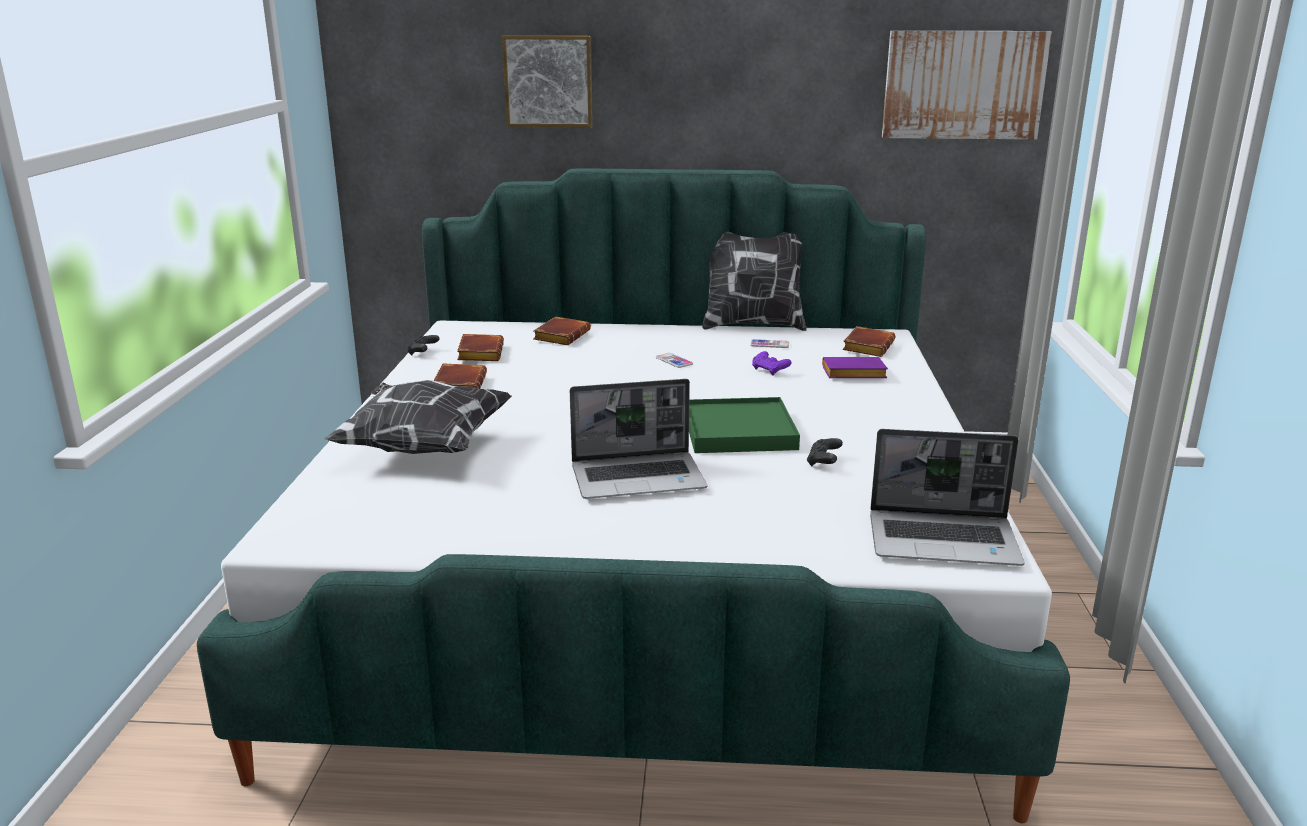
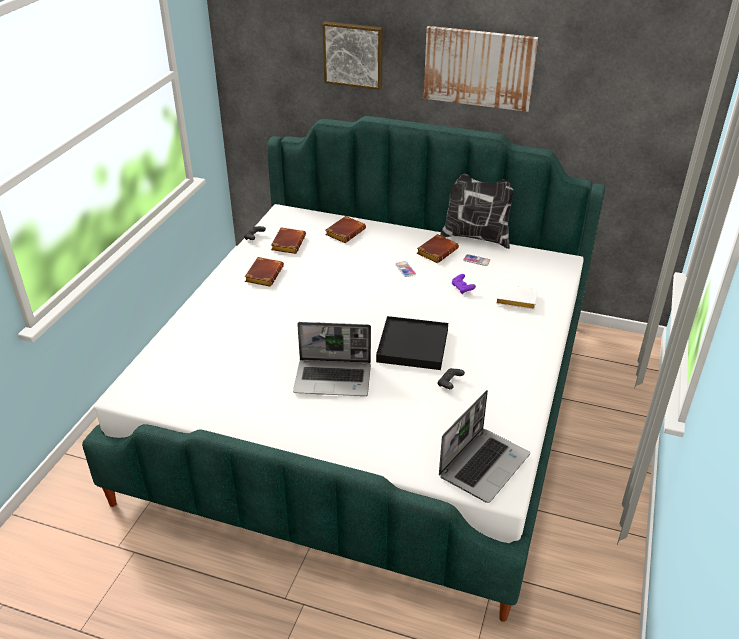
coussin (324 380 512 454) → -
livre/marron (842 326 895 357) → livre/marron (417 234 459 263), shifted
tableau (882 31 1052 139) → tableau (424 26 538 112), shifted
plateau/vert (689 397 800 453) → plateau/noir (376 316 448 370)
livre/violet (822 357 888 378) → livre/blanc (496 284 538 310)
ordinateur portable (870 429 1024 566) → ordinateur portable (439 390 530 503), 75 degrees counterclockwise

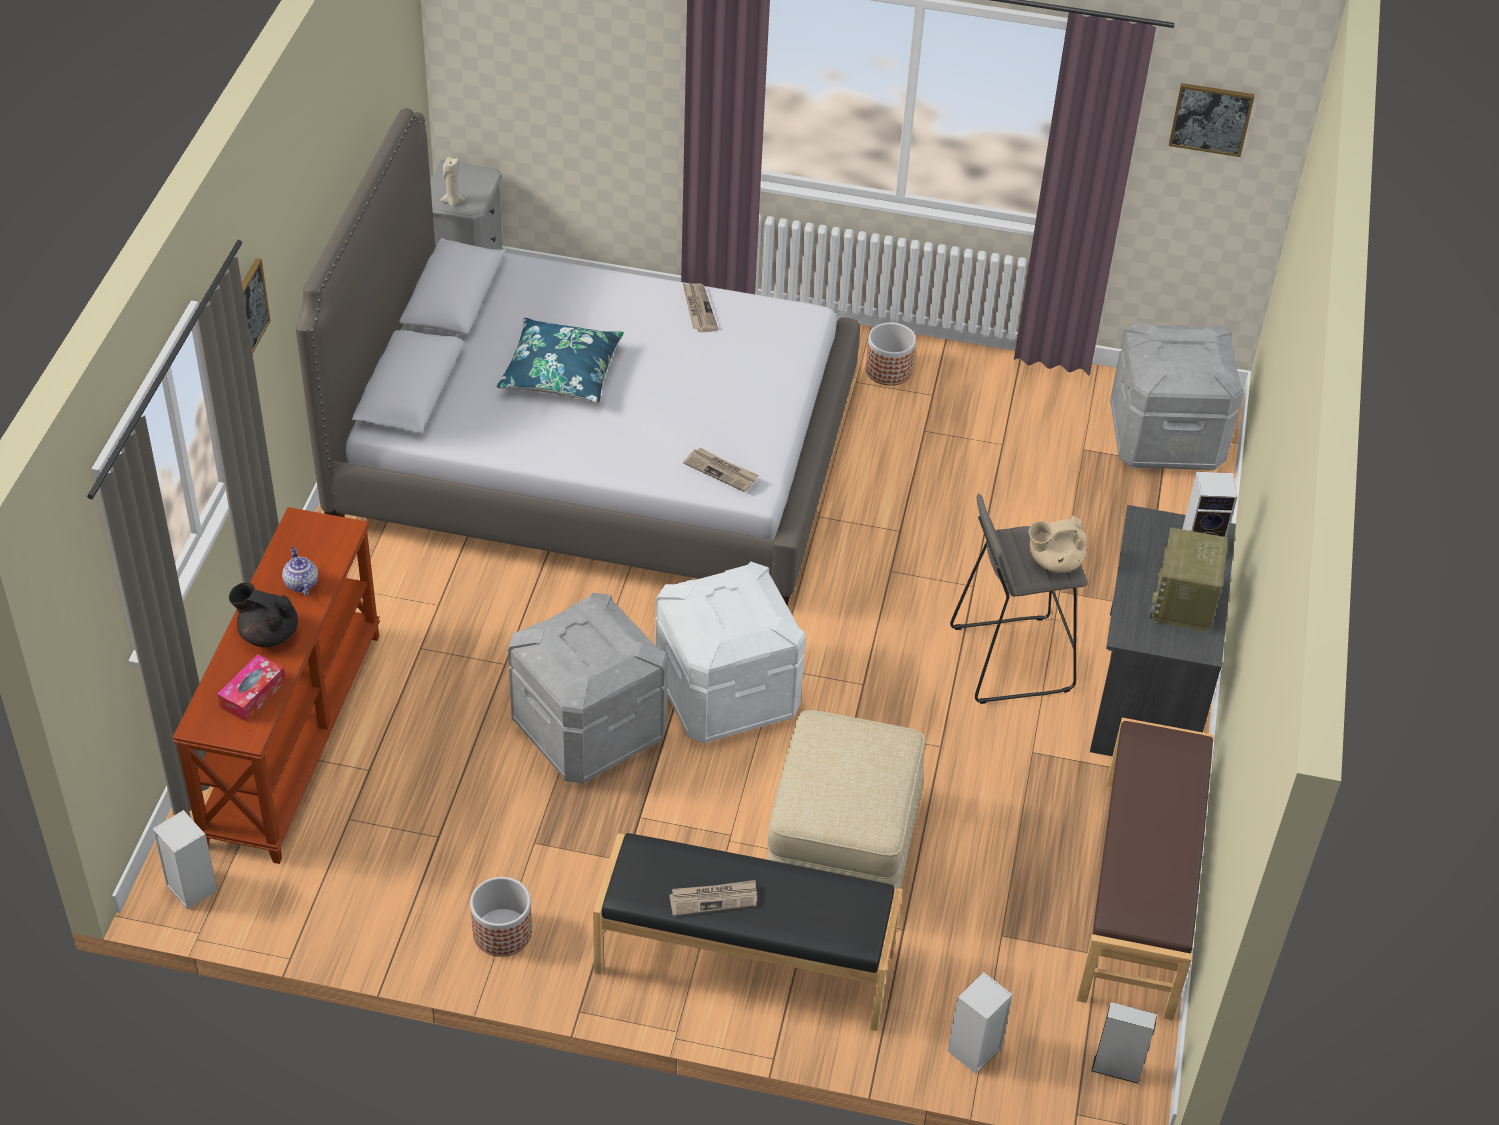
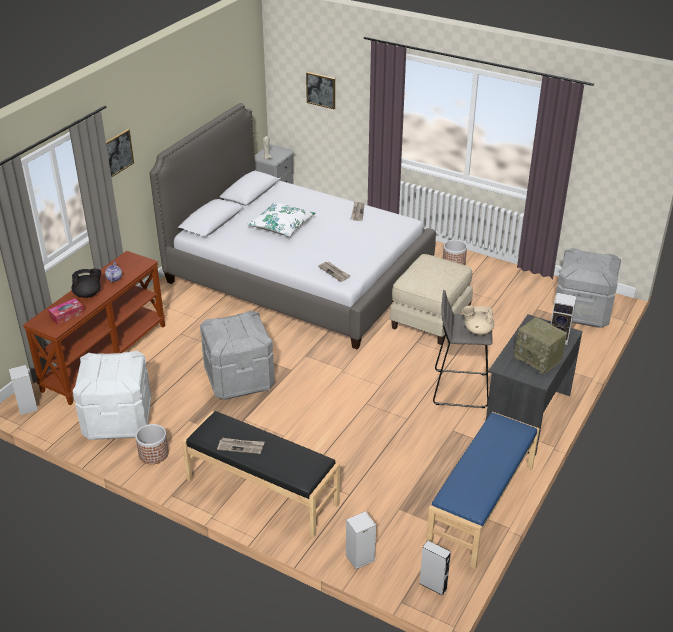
boîte de rangement/blanc (655 562 806 744) → boîte de rangement/blanc (73 351 151 440), shifted
pouf/beige (767 710 925 892) → pouf/beige (389 254 473 345), shifted
tableau (1169 83 1255 157) → tableau (306 72 335 109), shifted
coussin/bleu (497 318 624 403) → coussin/blanc (247 202 316 237)
banc/marron (1076 718 1214 1020) → banc/bleu (426 412 539 569)
théière/noir (229 582 298 647) → théière/noir (71 268 101 298), 120 degrees clockwise
radio (1147 527 1228 632) → radio (514 317 567 374), 75 degrees counterclockwise

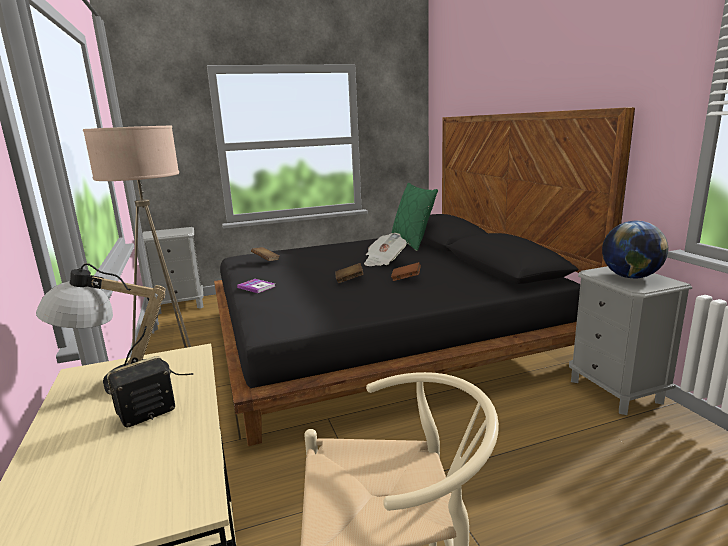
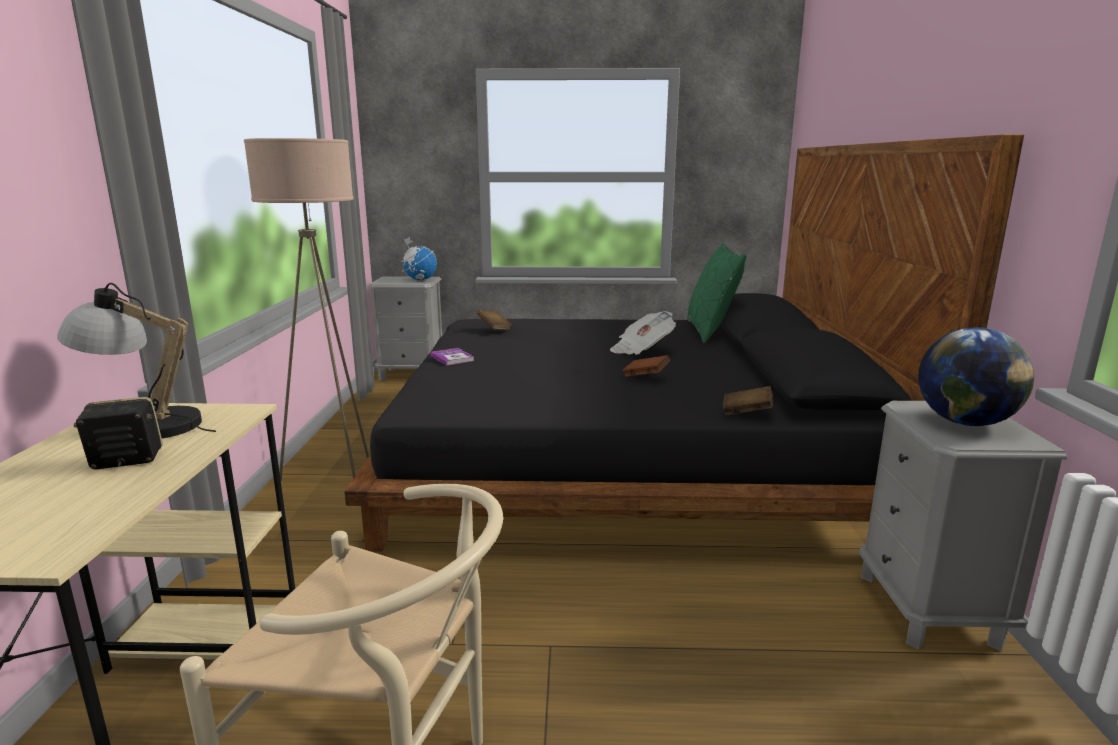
- → globe (401 237 437 280)
livre/marron (335 263 363 283) → livre/marron (723 386 773 415), shifted

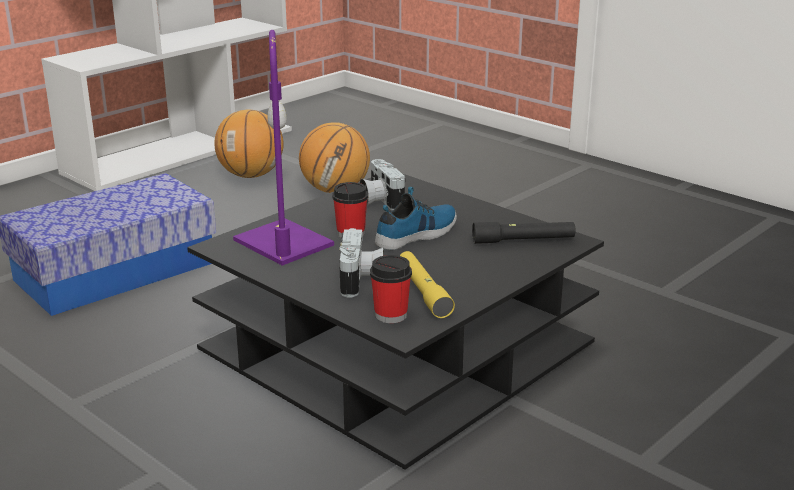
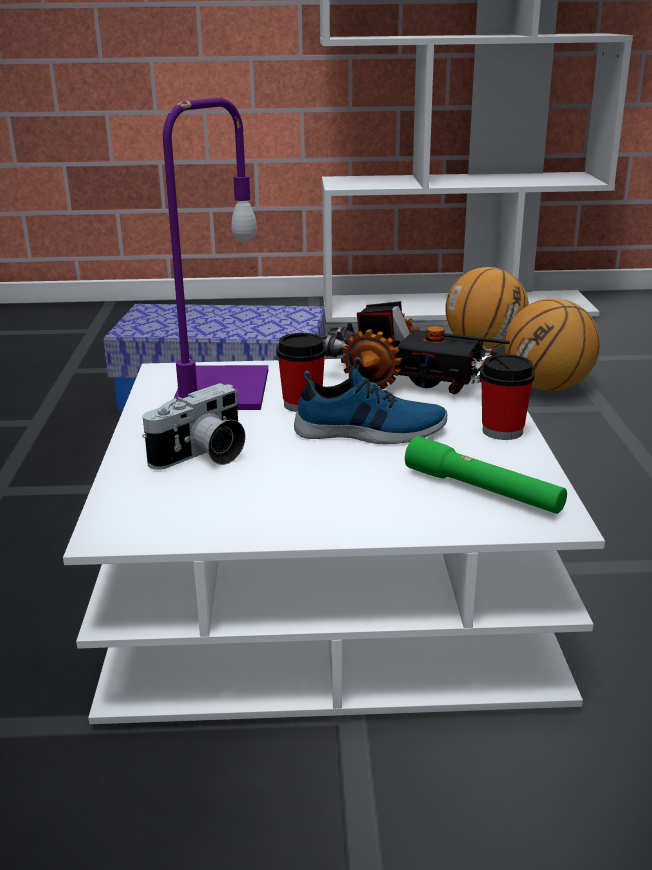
lampe de poche/jaune (400 251 455 318) → -
tasse (370 255 412 323) → tasse (480 354 535 440), shifted
appareil photo (359 159 406 211) → camion jouet (321 301 510 395)
table basse/noir (187 174 604 470) → table basse/blanc (63 355 605 724)
lampe de poche/noir (472 222 576 244) → lampe de poche/vert (405 436 567 514)

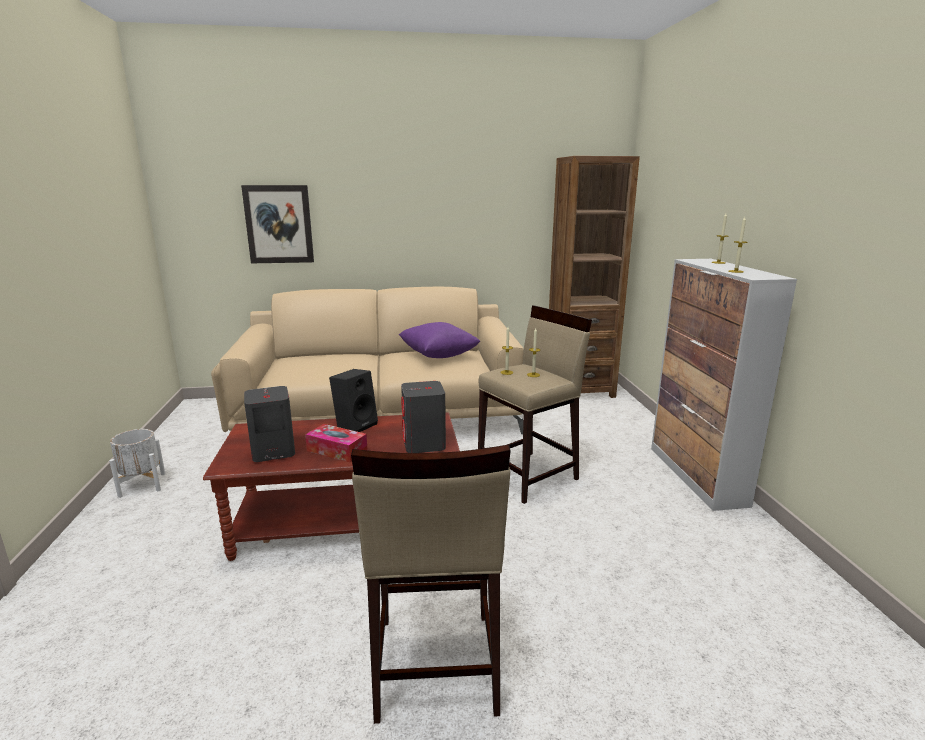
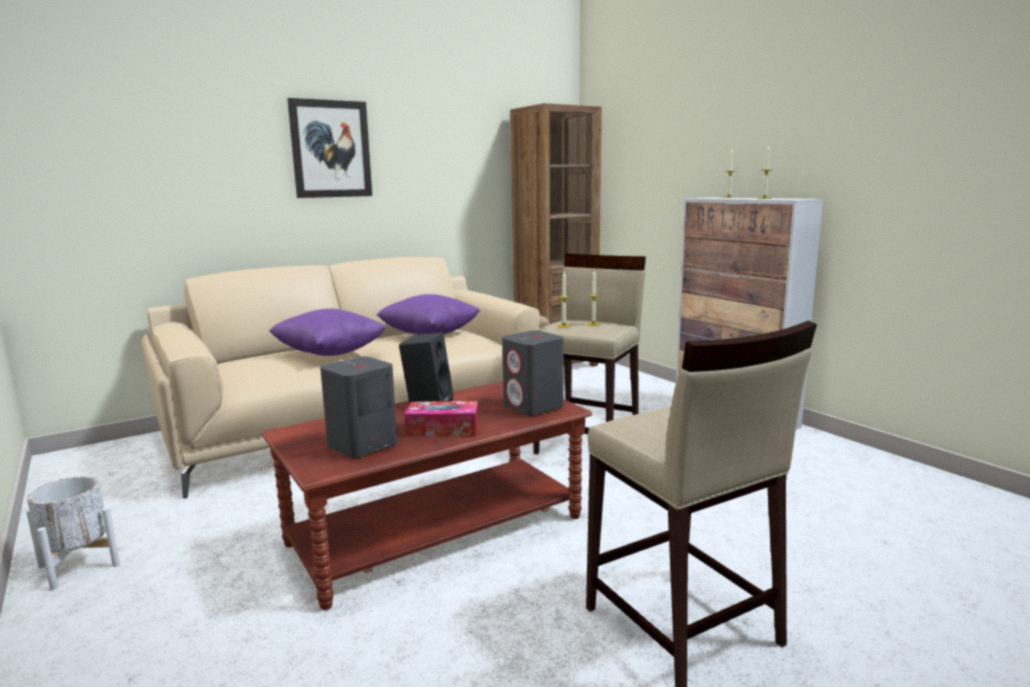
- → coussin/violet (269 308 387 356)
tableau (241 185 314 263) → tableau (287 98 372 198), shifted

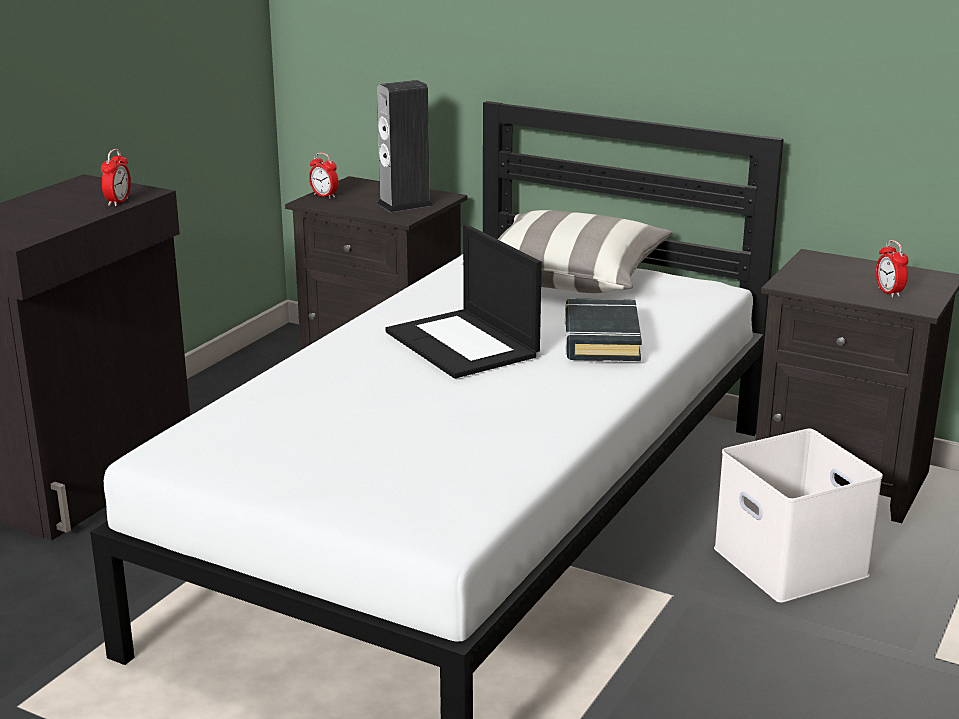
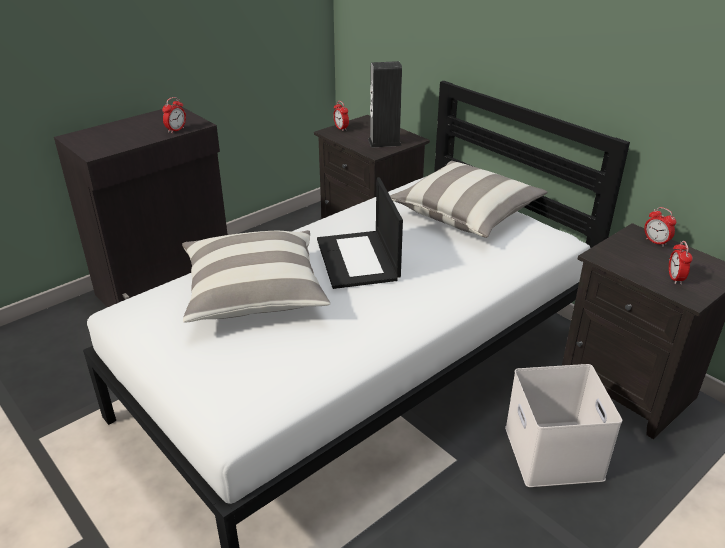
livre/noir (565 299 642 361) → -
- → coussin (182 230 330 323)
- → réveil (644 207 676 247)

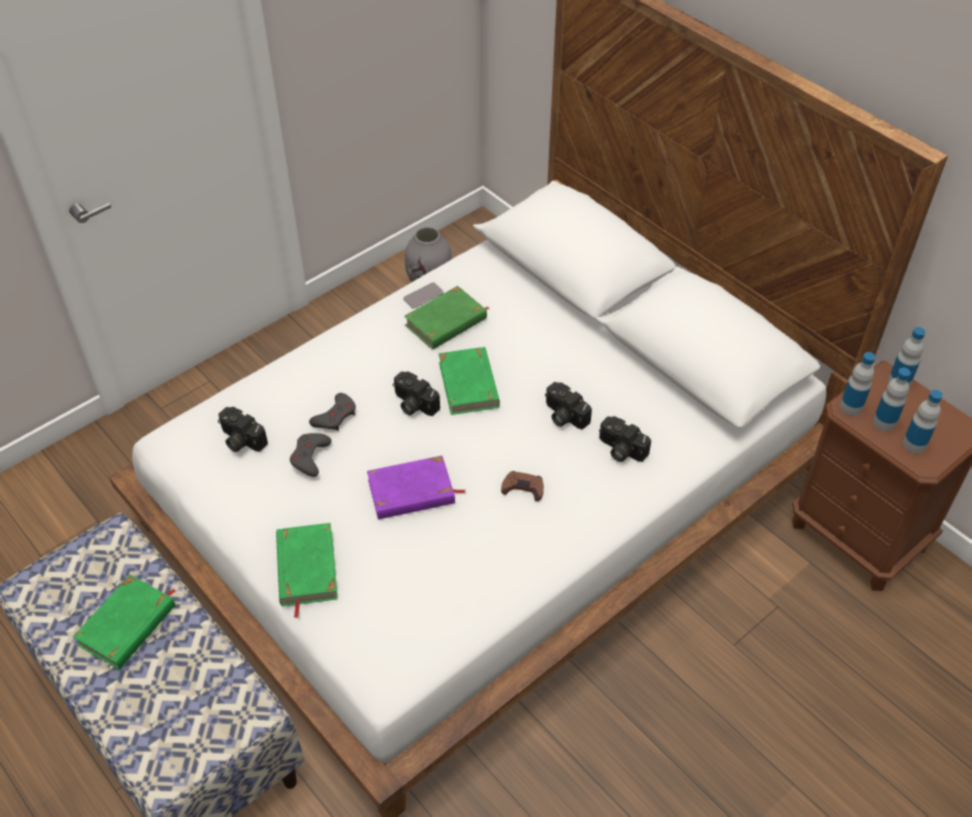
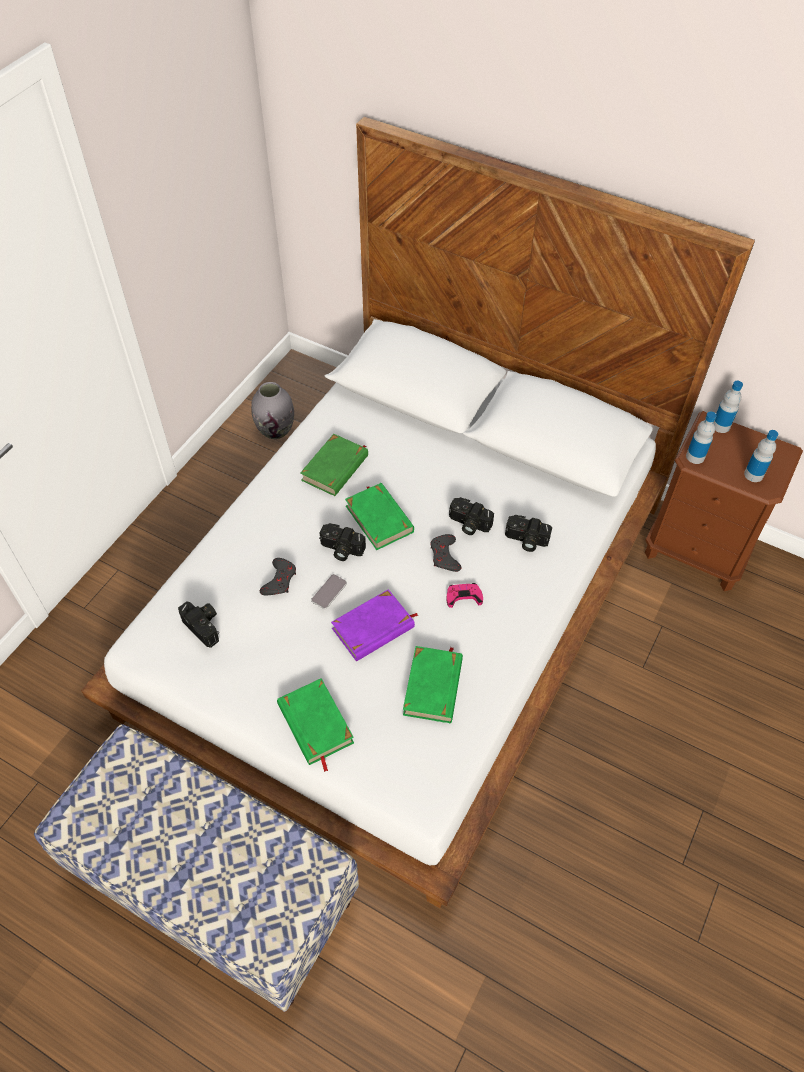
bouteille (873 368 911 431) → -
livre/vert (73 575 176 670) → livre/vert (403 646 463 723), shifted
manette/gris (290 433 331 477) → manette/gris (430 534 461 572), shifted
téléphone (403 282 444 308) → téléphone (311 574 347 609), shifted
manette/marron (501 471 544 501) → manette/rose (446 583 483 608)
appareil photo (218 407 268 452) → appareil photo (178 601 219 648), 150 degrees counterclockwise

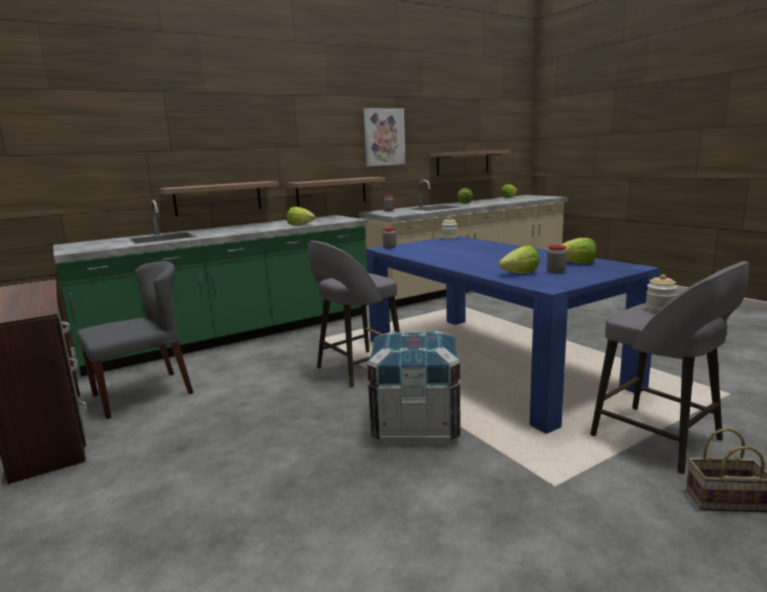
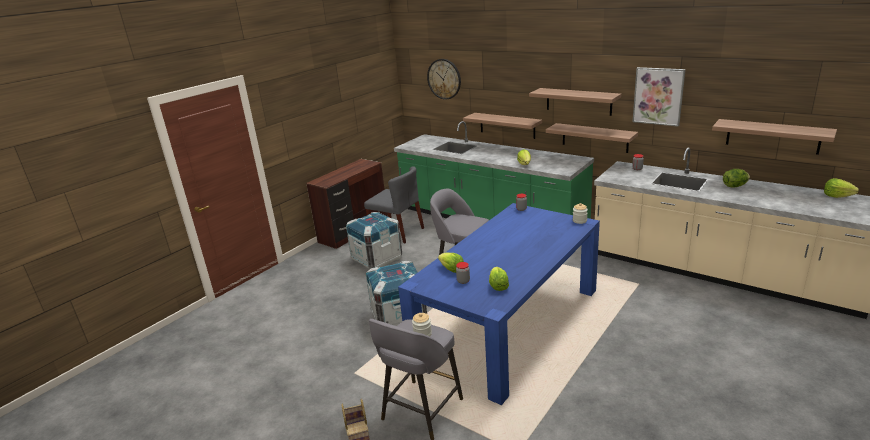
- → caisse (346 212 402 269)
- → horloge murale (427 59 461 100)
- → étagère (529 88 621 116)

